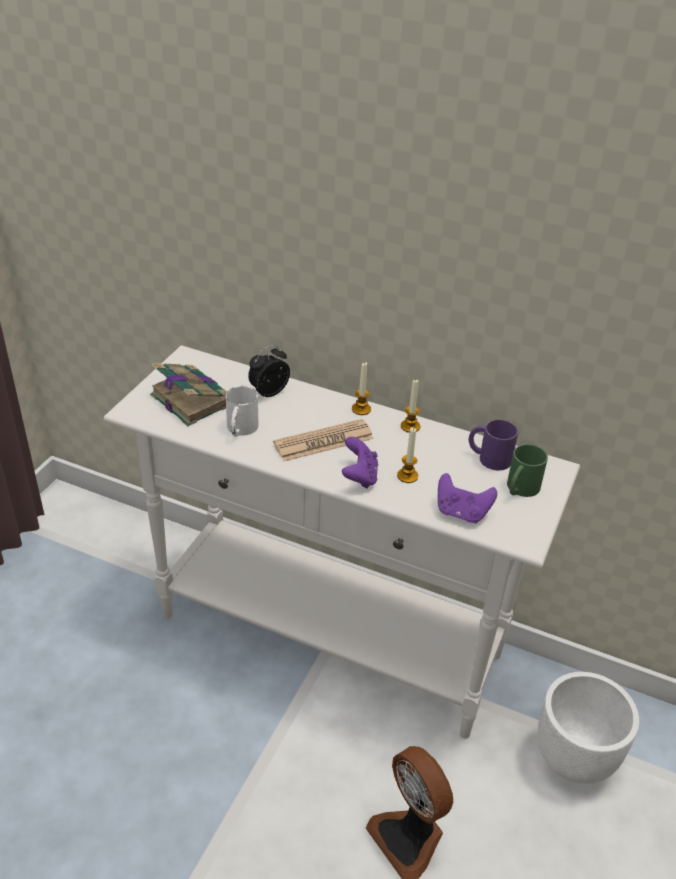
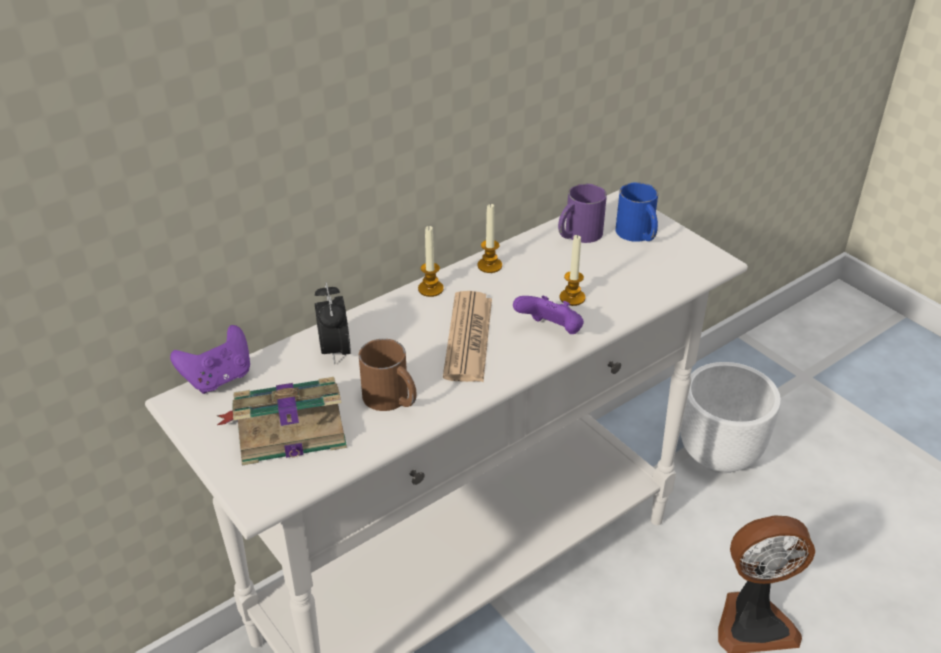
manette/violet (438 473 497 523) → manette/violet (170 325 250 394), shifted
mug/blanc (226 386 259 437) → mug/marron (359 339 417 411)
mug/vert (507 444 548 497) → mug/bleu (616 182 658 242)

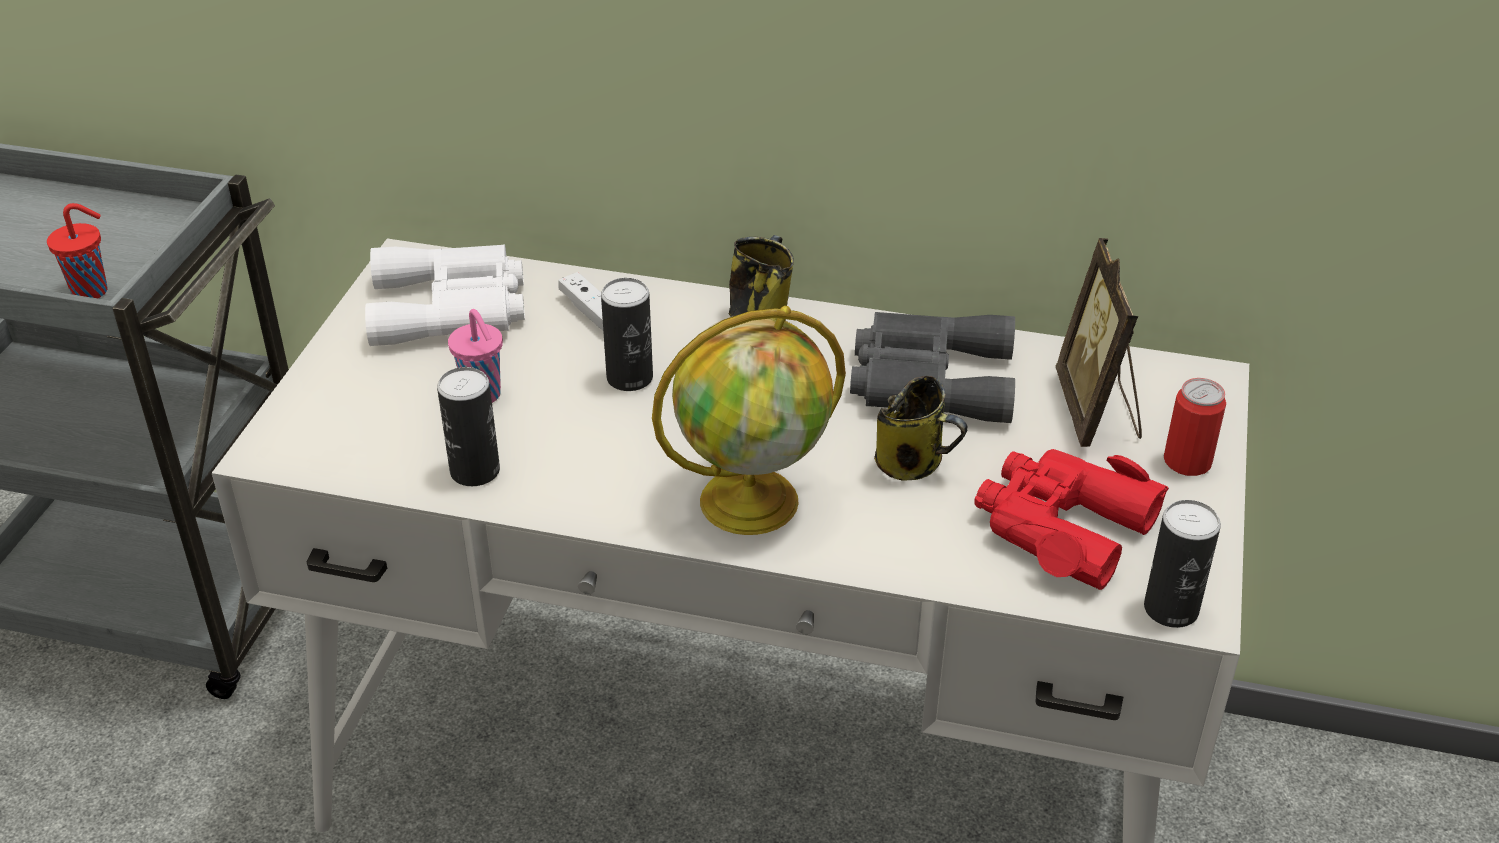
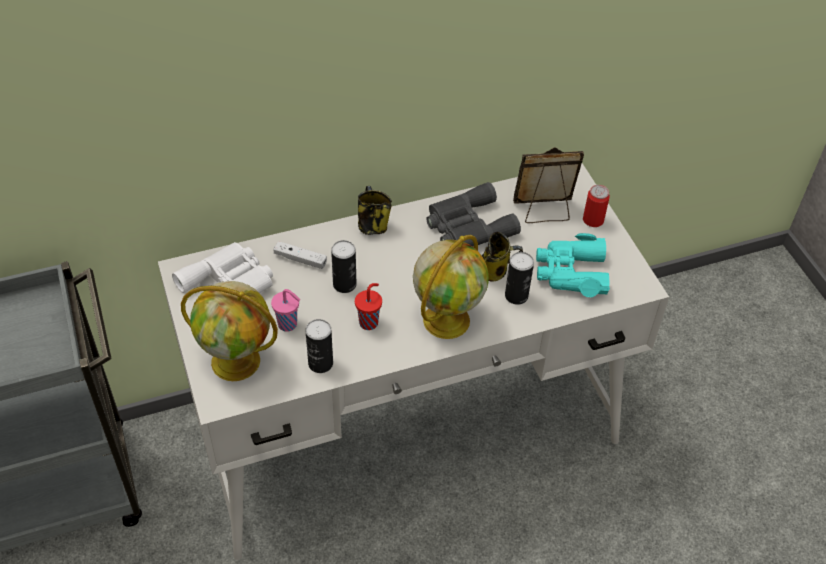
- → globe (181 281 278 381)
tasse/rouge (47 203 108 298) → tasse/rouge (355 283 382 330), shifted
boîte métallique (1144 500 1221 628) → boîte métallique (505 252 534 305), shifted
jumelles/rouge (974 449 1169 590) → jumelles/turquoise (536 233 610 297)
cadre photo (1056 238 1142 447) → cadre photo (513 147 584 223), 120 degrees clockwise

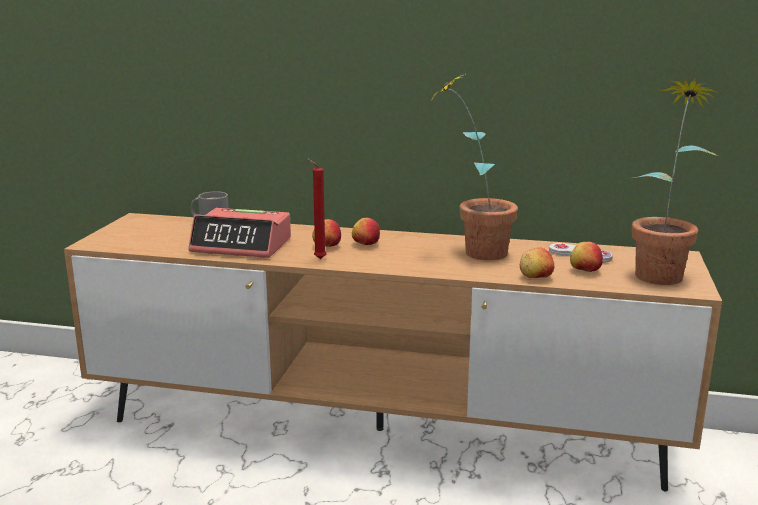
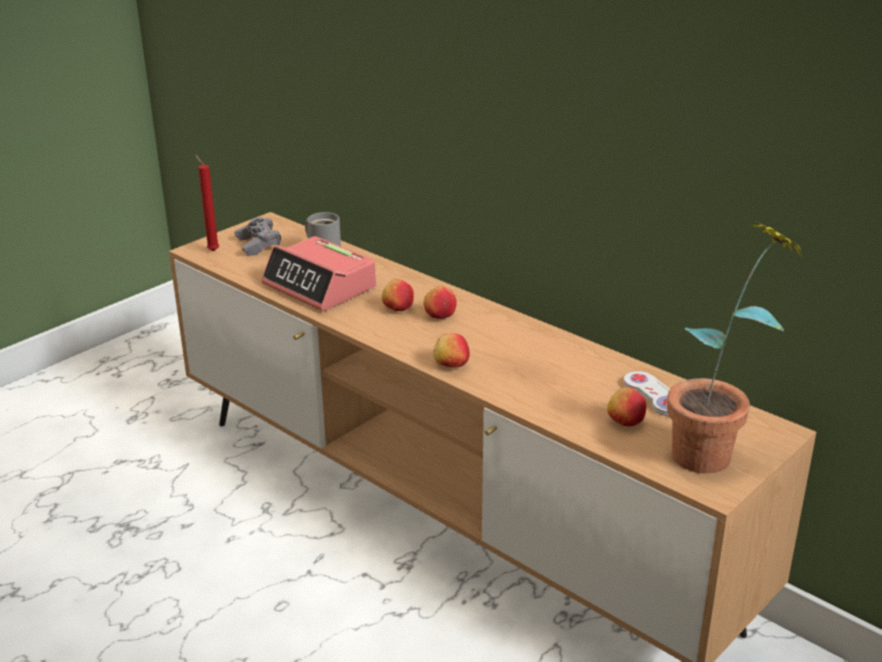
plante en pot (431 73 518 260) → -
- → manette/gris (234 217 281 256)
bougie/rouge (307 158 327 259) → bougie/rouge (195 155 219 251), shifted
pomme (520 247 554 278) → pomme (433 333 469 368), shifted

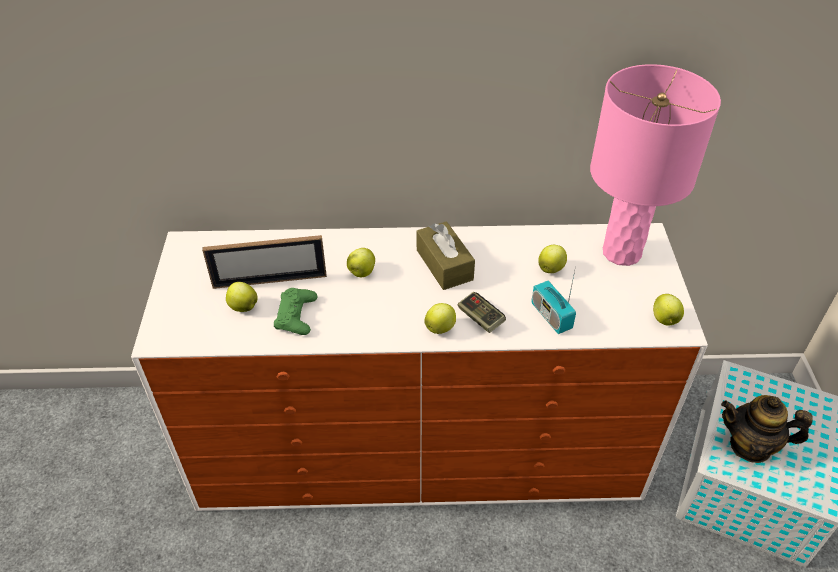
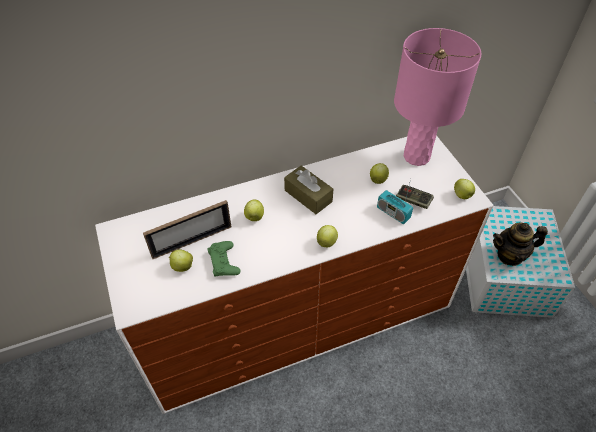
manette (458 292 506 333) → manette (396 185 434 209), shifted

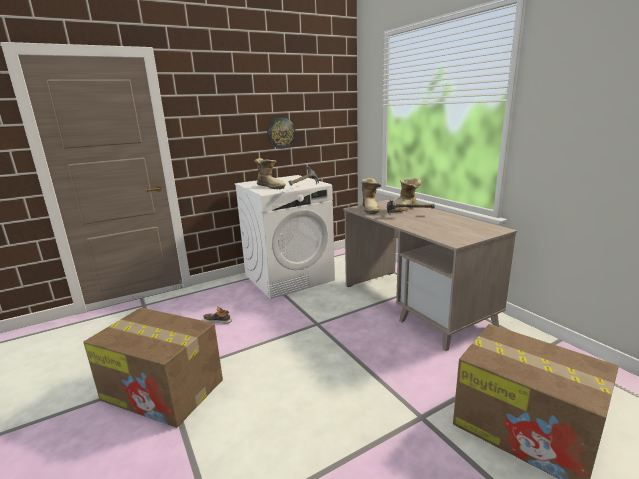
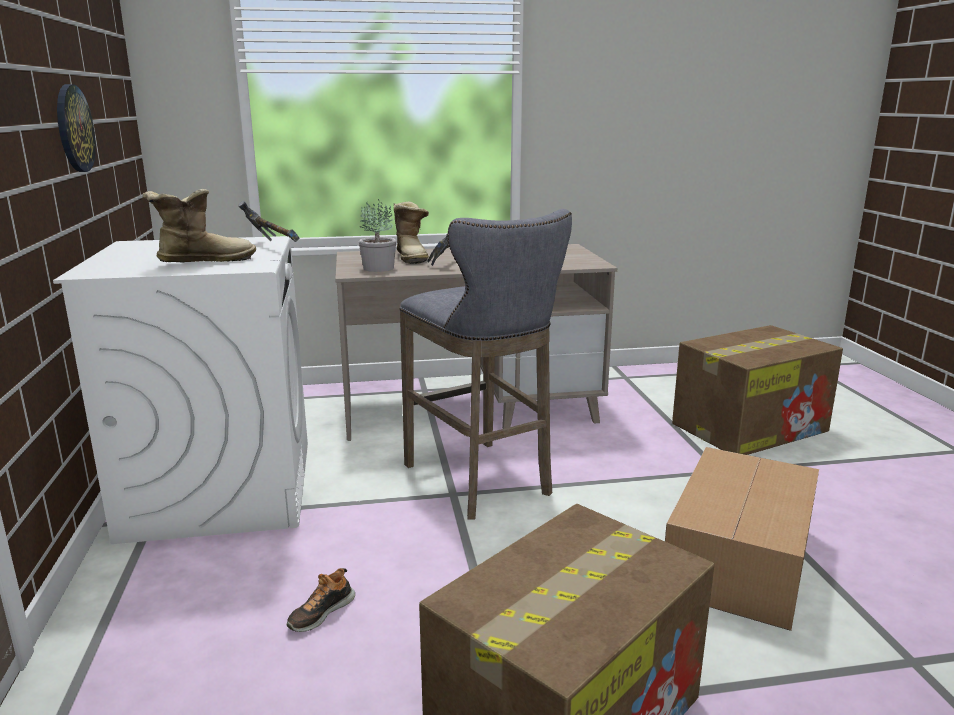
- → tabouret/gris (399 209 572 520)
- → carton (665 447 819 631)
botte (362 178 381 214) → plante en pot (359 199 396 272)

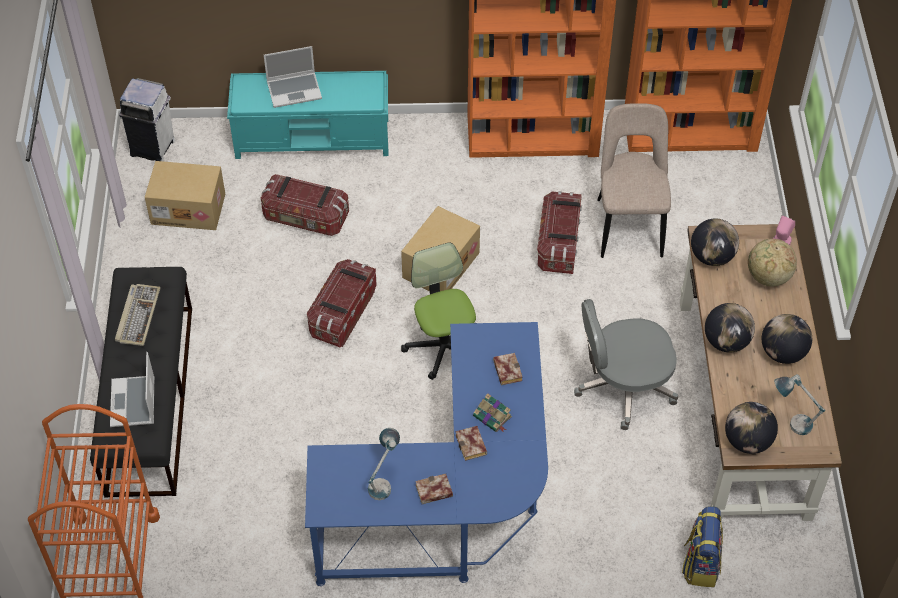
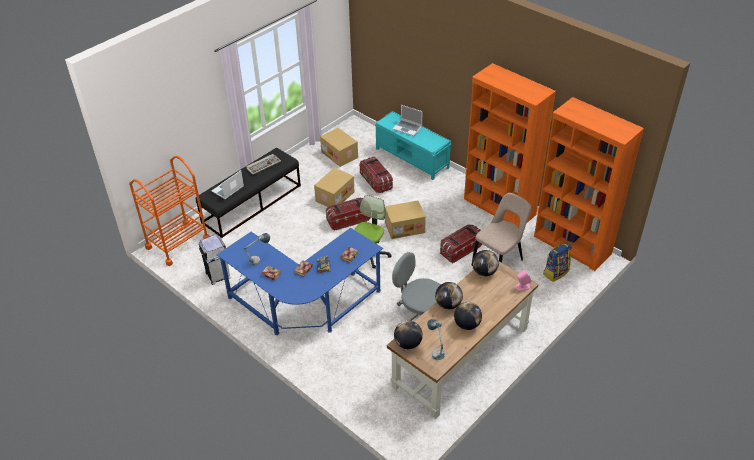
globe (748 239 797 287) → -
- → carton (314 168 355 207)
poubelle/blanc (119 78 175 161) → poubelle/blanc (199 235 231 285), shifted
sac à dos (682 506 723 587) → sac à dos (544 242 572 282), shifted

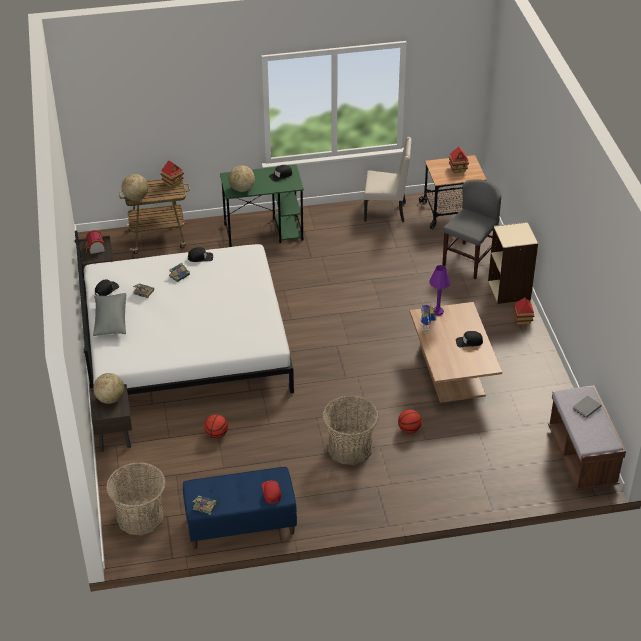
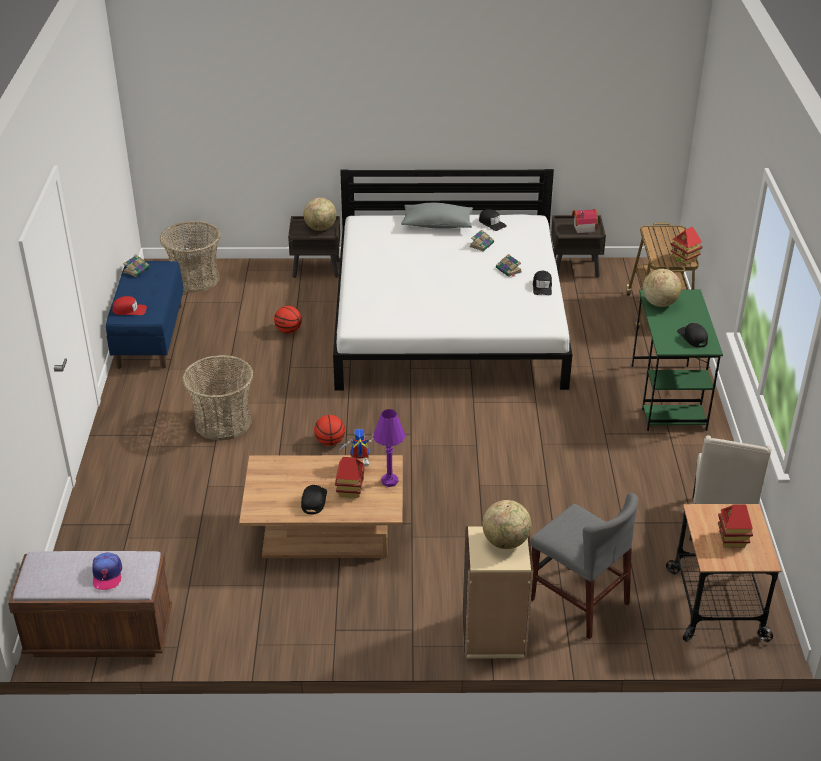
globe (122 174 148 201) → globe (482 500 531 549), shifted
ballon de basket (398 409 422 433) → ballon de basket (314 415 345 446), shifted
maison miniature (513 297 534 325) → maison miniature (335 457 365 498), shifted
livre/gris (572 396 601 418) → casquette (92 552 122 590)

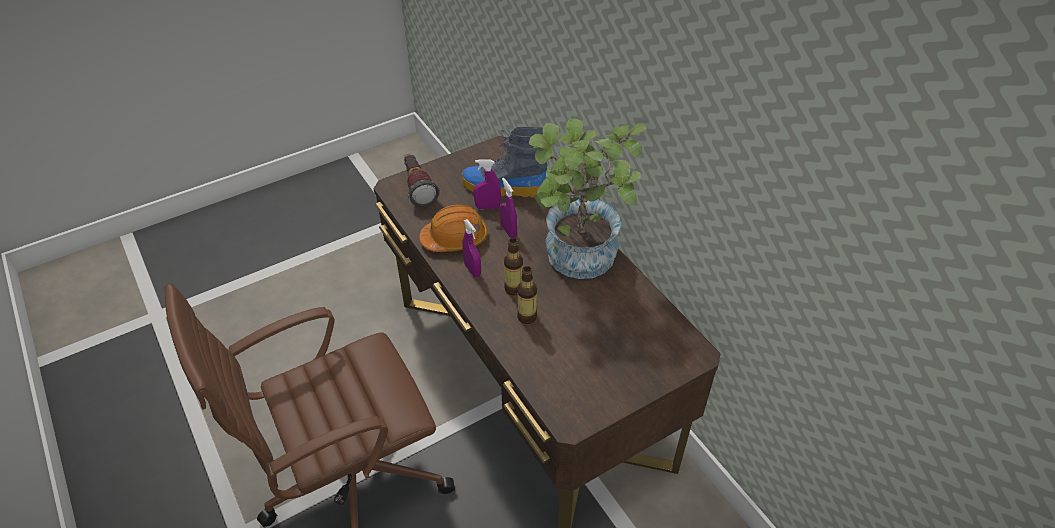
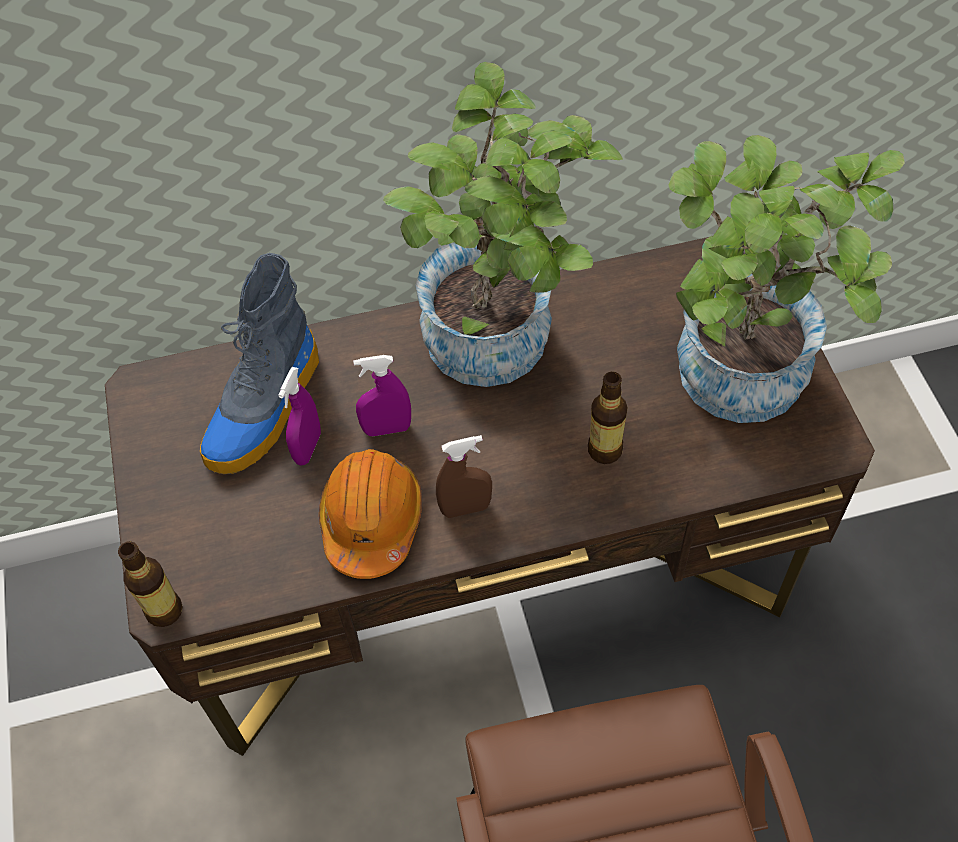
lampe de poche (404 154 439 207) → -
- → plante en pot (669 135 904 423)
bouteille (504 238 523 295) → bouteille (118 541 183 627), shifted
vaporisateur/violet (462 219 481 277) → vaporisateur/marron (436 435 492 518)

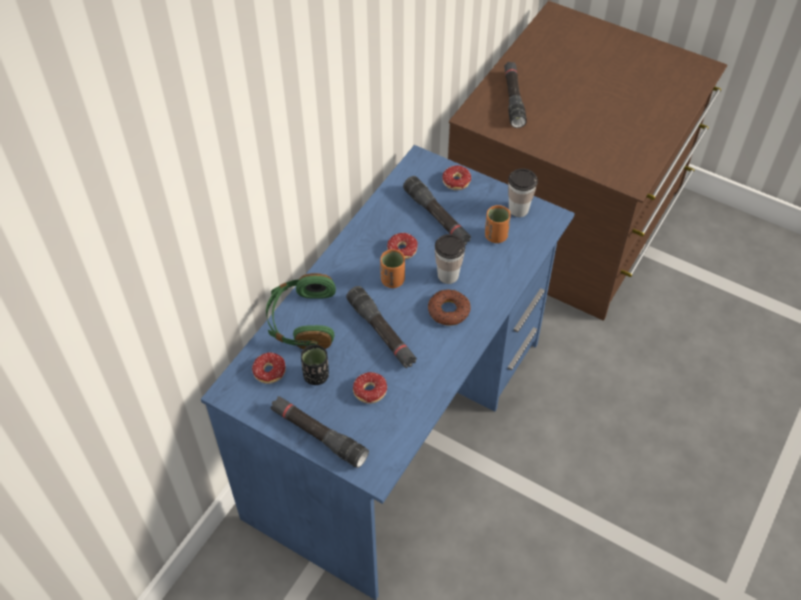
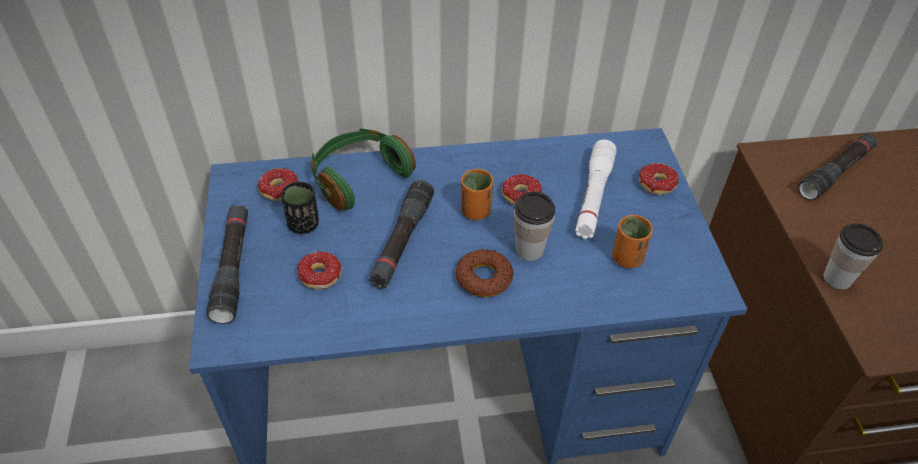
tasse (508 168 538 217) → tasse (823 223 883 290), shifted
lampe de poche/noir (403 176 471 245) → lampe de poche/blanc (575 140 616 239)

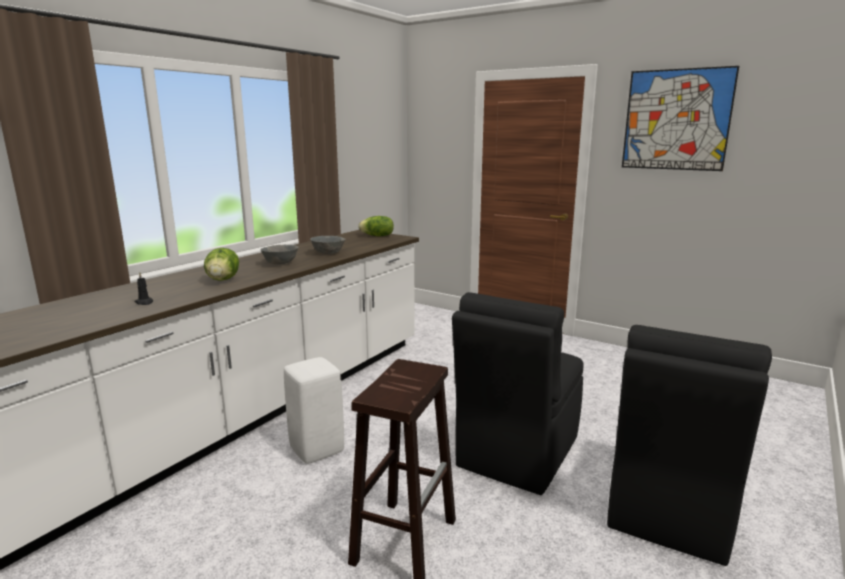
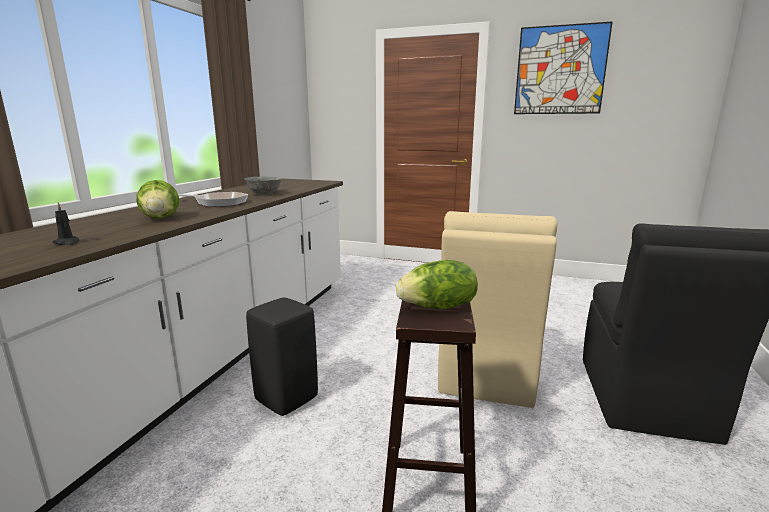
laitue (358 216 394 236) → laitue (396 260 478 309), shifted
bol/gris (260 245 299 265) → poêle (178 192 248 207)
tabouret/blanc (284 357 344 464) → tabouret/noir (246 298 318 416)
chaise/noir (452 292 584 495) → chaise/beige (438 211 558 408)

